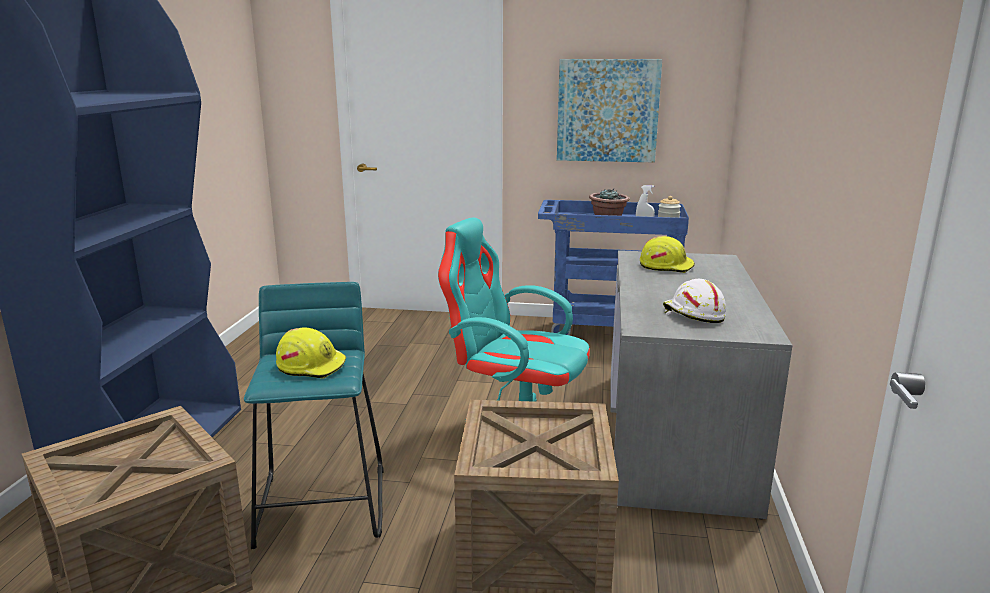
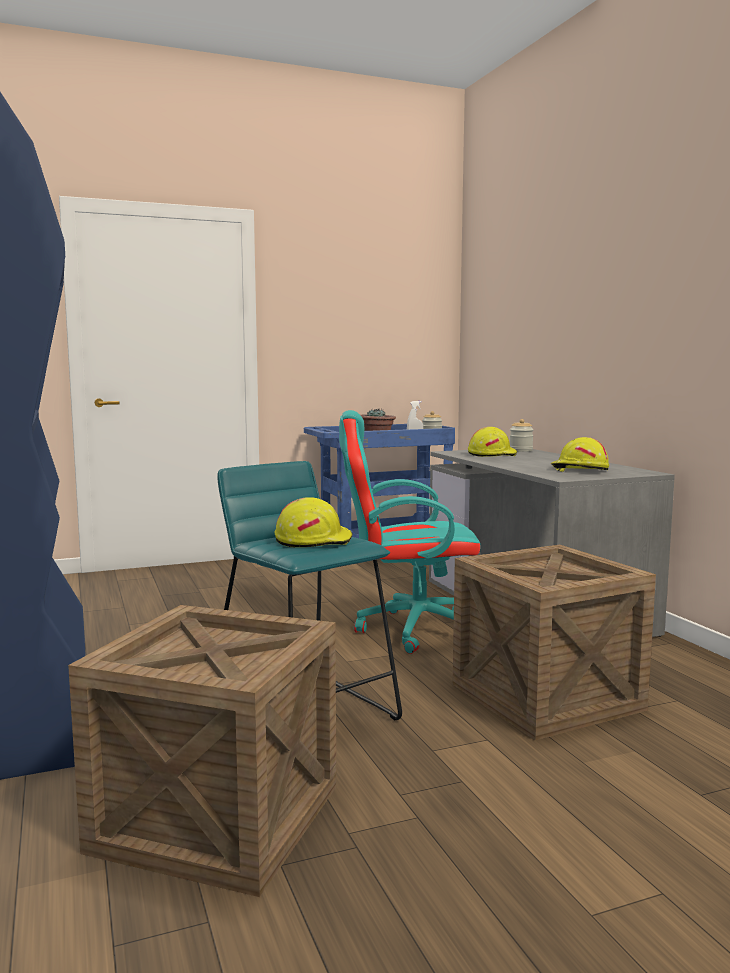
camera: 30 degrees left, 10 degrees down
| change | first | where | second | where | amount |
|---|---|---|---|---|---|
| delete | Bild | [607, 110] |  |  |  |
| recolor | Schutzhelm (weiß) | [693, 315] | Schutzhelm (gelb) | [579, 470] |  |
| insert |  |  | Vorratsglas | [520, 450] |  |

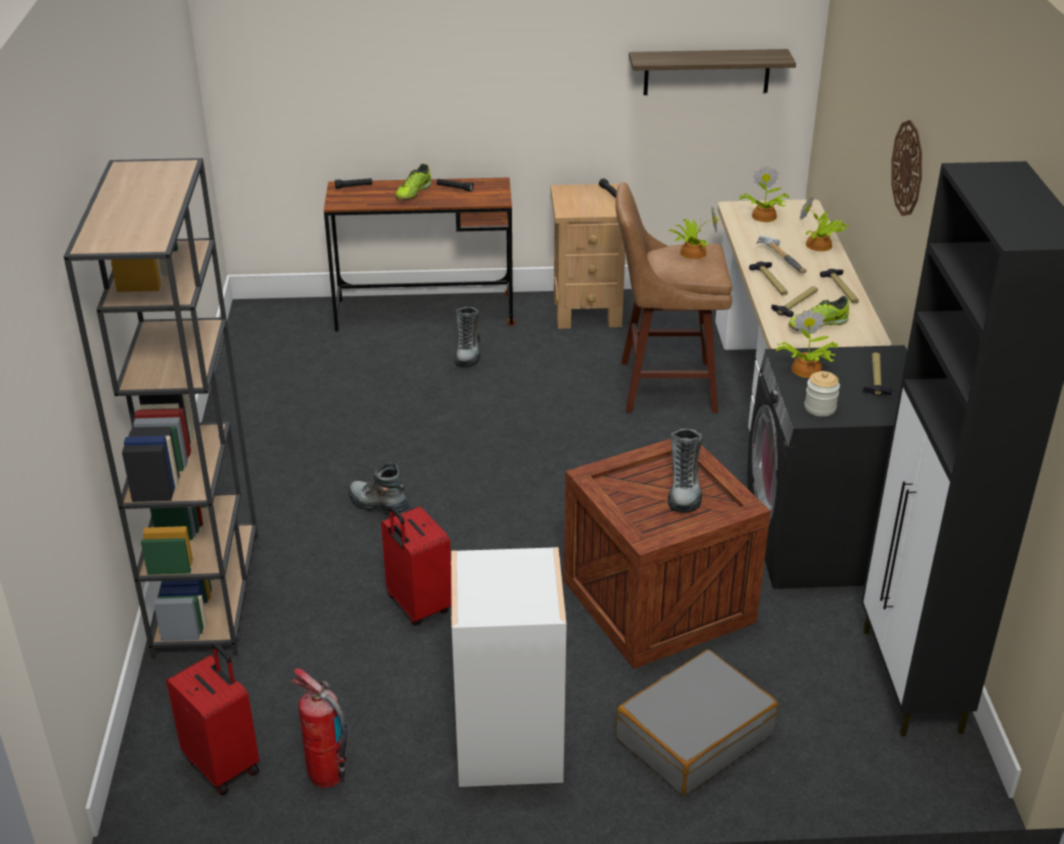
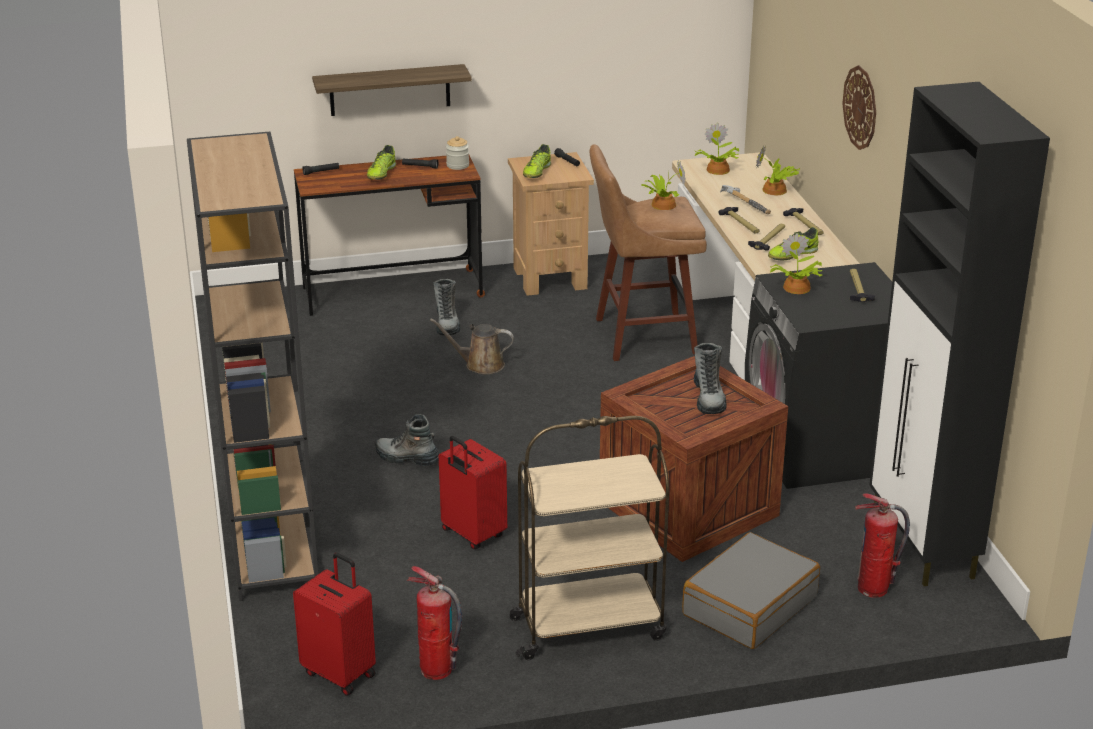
camera: 10 degrees left, 5 degrees down
| change | first | where | second | where | amount |
|---|---|---|---|---|---|
| replace | Bücherregal | [507, 743] | Rollwagen (beige) | [589, 629] |  |
| move | Wandregal | [707, 72] |  | [390, 90] |  |
| move | Vorratsglas | [820, 408] |  | [457, 165] |  |
| insert |  |  | Gießkanne (braun) | [480, 365] |  |
| insert |  |  | Schuh | [536, 172] |  |
| insert |  |  | Feuerlöscher | [873, 589] |  |

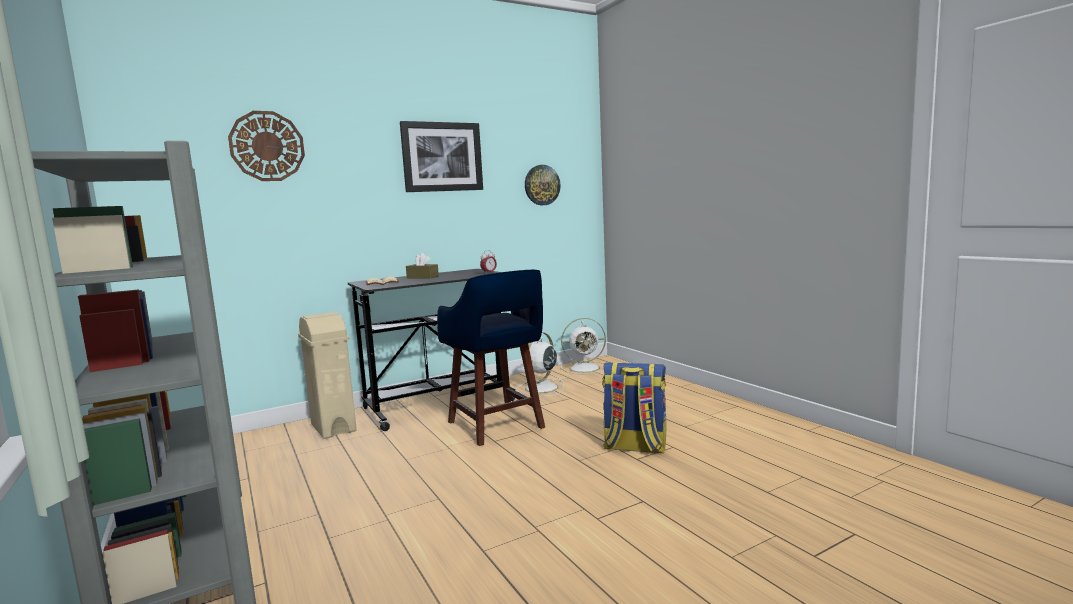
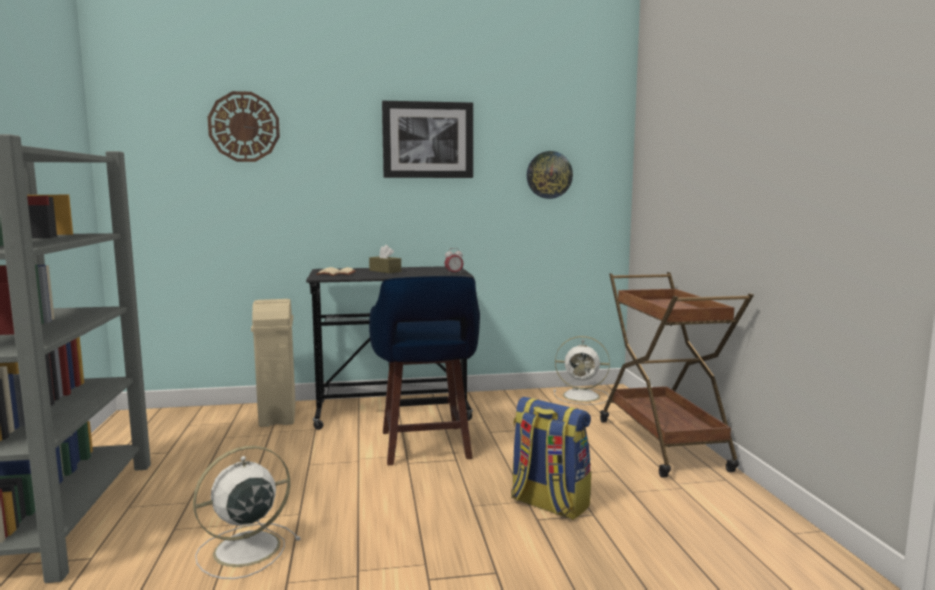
camera: 20 degrees right, 0 degrees up
| change | first | where | second | where | amount |
|---|---|---|---|---|---|
| move | Ventilator (weiß) | [540, 388] |  | [244, 550] |  |
| insert |  |  | Rollwagen (braun) | [662, 445] |  |

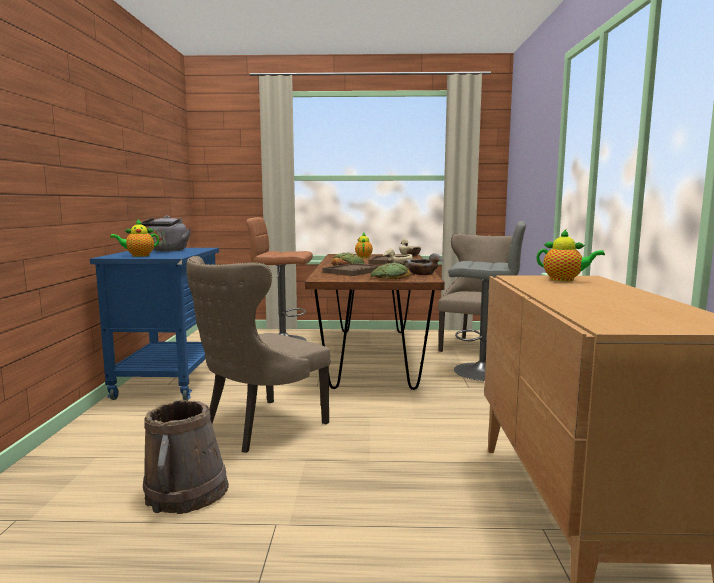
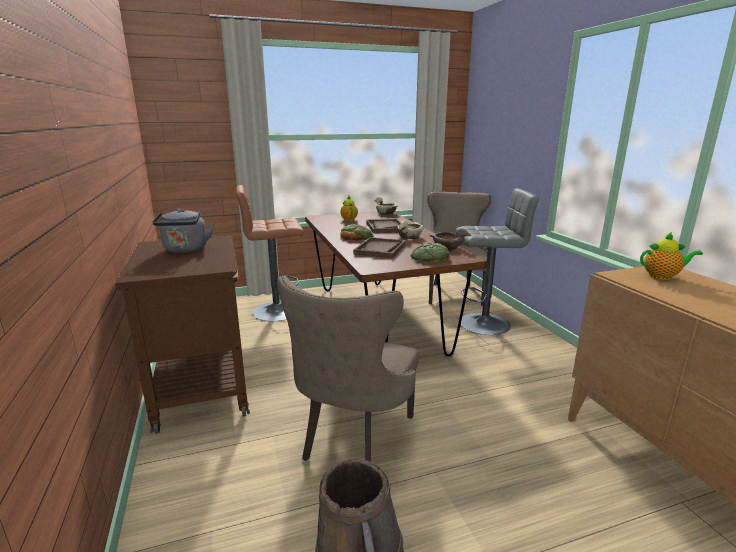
camera: 20 degrees left, 10 degrees up
| change | first | where | second | where | amount |
|---|---|---|---|---|---|
| recolor | Rollwagen (blau) | [169, 382] | Rollwagen (braun) | [203, 392] |  |
| delete | Teekanne | [138, 256] |  |  |  |

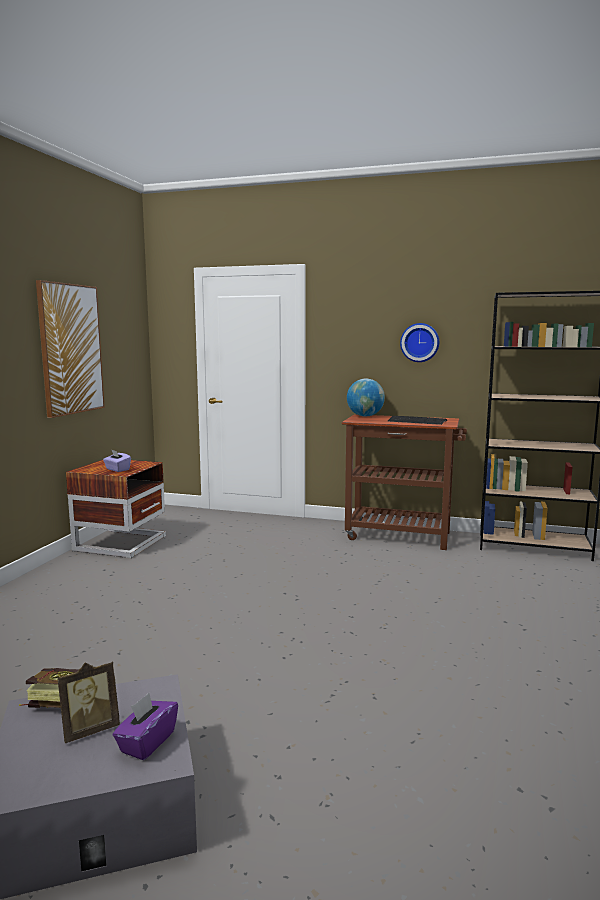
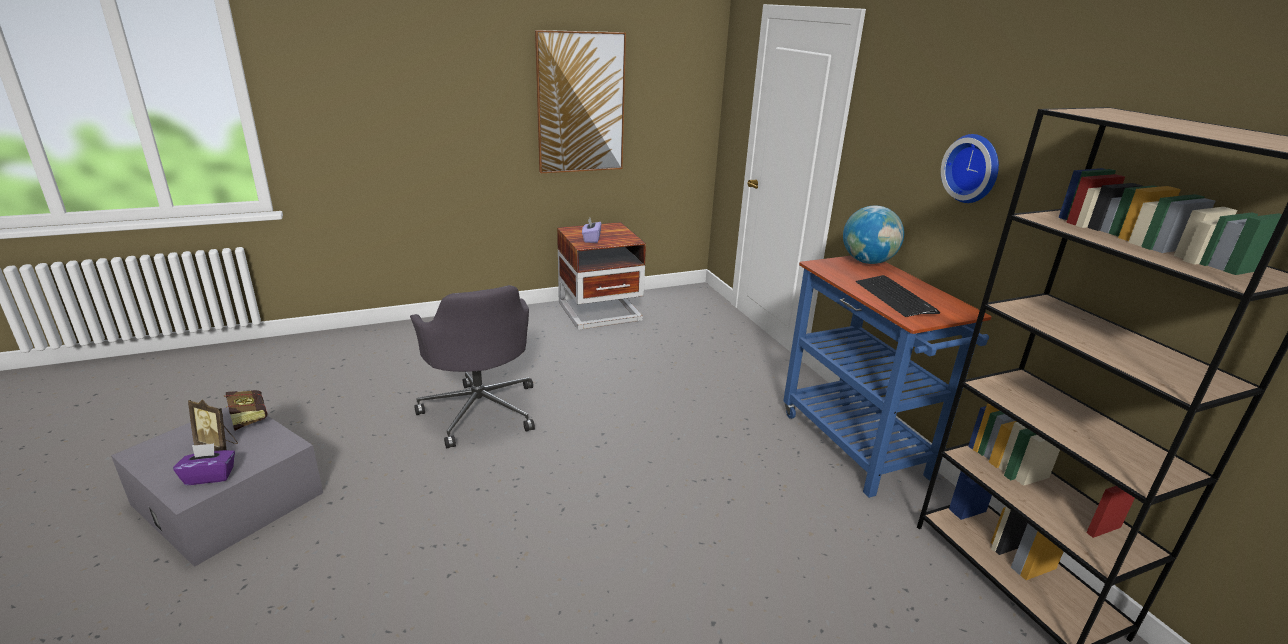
camera: 50 degrees right, 15 degrees up
| change | first | where | second | where | amount |
|---|---|---|---|---|---|
| recolor | Rollwagen (braun) | [400, 536] | Rollwagen (blau) | [856, 445] |  |
| insert |  |  | Bürostuhl (grau) | [480, 410] |  |

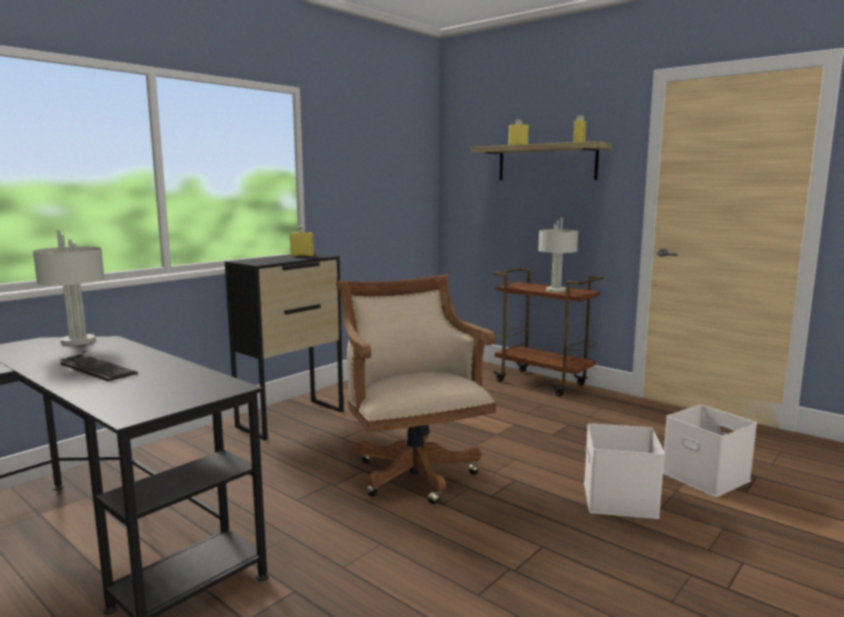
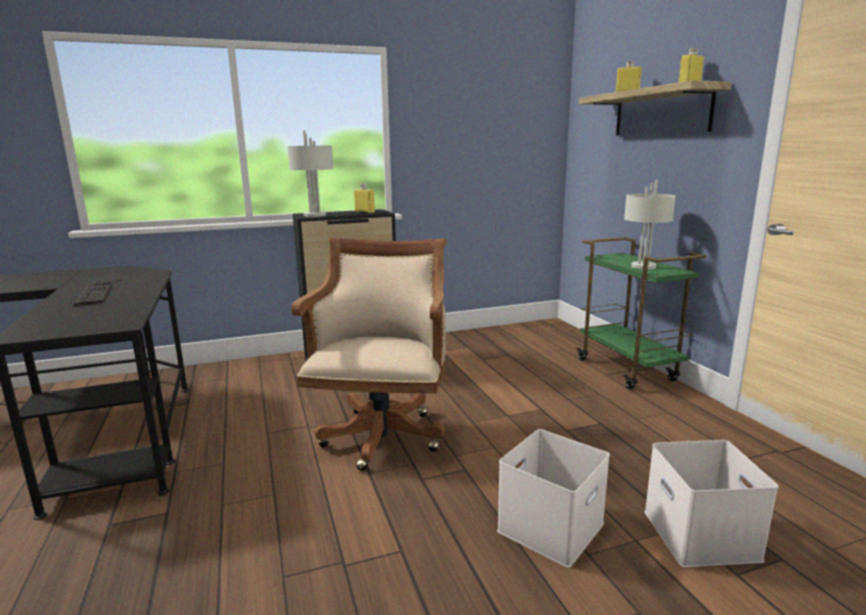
camera: 30 degrees right, 5 degrees up
| change | first | where | second | where | amount |
|---|---|---|---|---|---|
| move | Tischlampe (grau) | [79, 341] |  | [315, 215] |  |
| recolor | Rollwagen (braun) | [543, 384] | Rollwagen (grün) | [627, 371] |  |

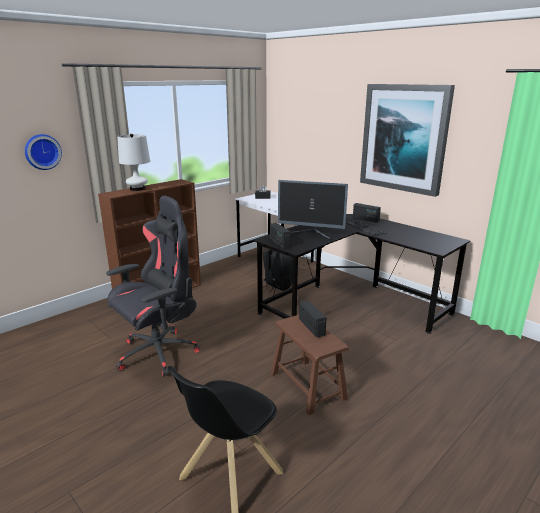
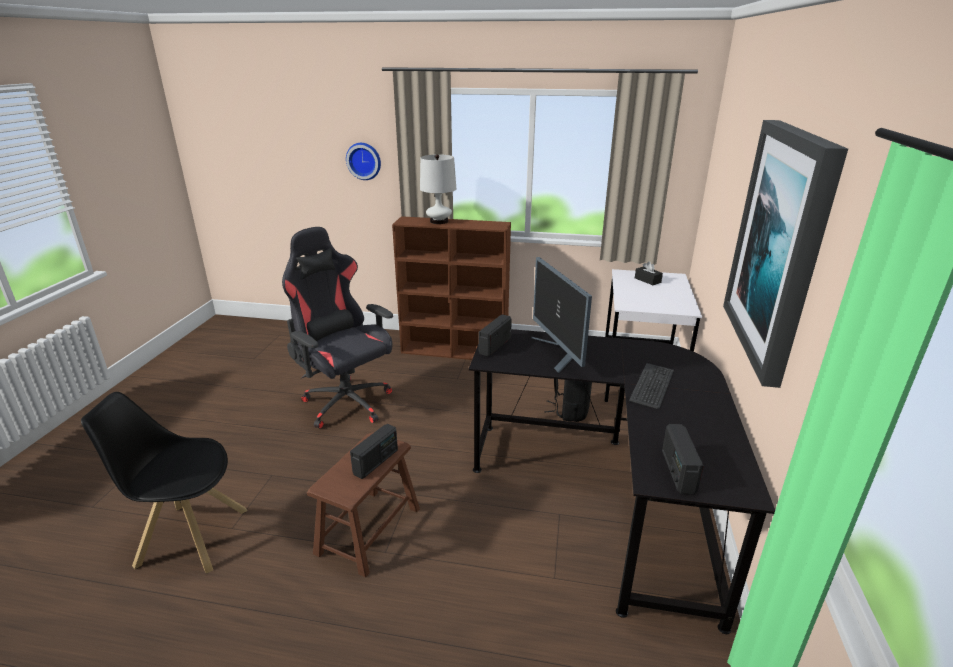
camera: 55 degrees right, 5 degrees up
| change | first | where | second | where | amount |
|---|---|---|---|---|---|
| rotate | Bürostuhl (schwarz) | [157, 353] |  | [348, 404] | 150 degrees counterclockwise |
| move | Radio | [365, 219] |  | [677, 471] |  |

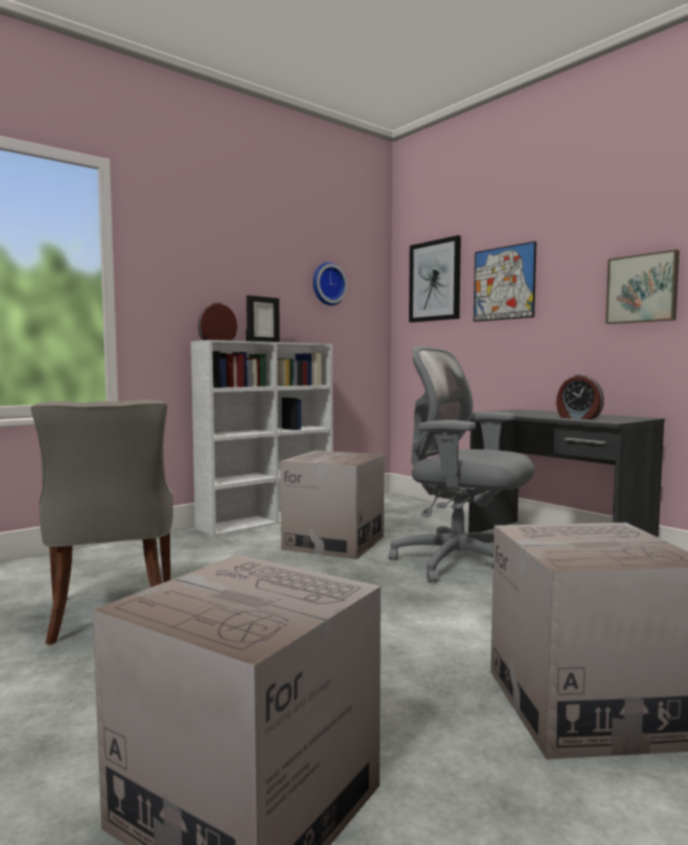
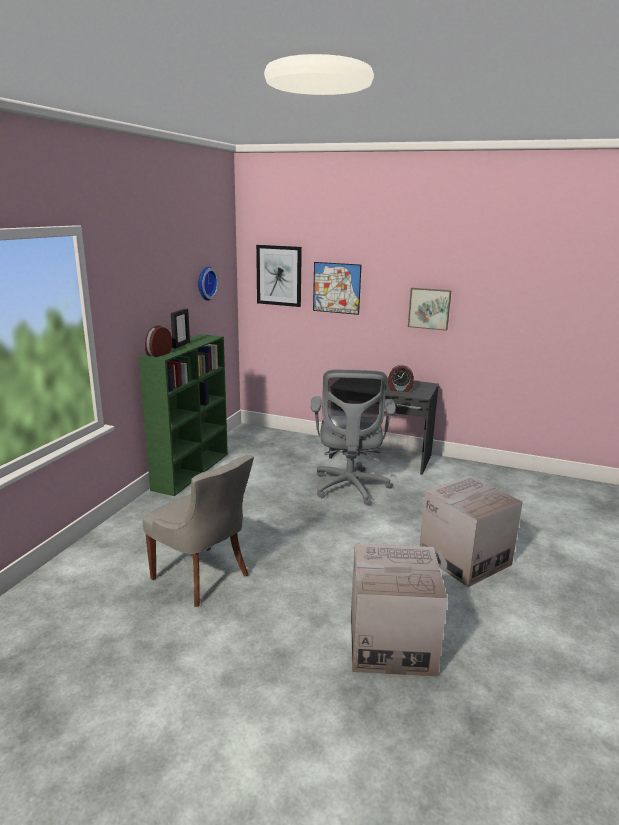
camera: 30 degrees left, 15 degrees up
| change | first | where | second | where | amount |
|---|---|---|---|---|---|
| recolor | Bücherregal (weiß) | [268, 519] | Bücherregal (grün) | [192, 470] |  |
| delete | Karton | [334, 543] |  |  |  |
| rotate | Bürostuhl (grau) | [466, 563] |  | [349, 484] | 90 degrees counterclockwise |

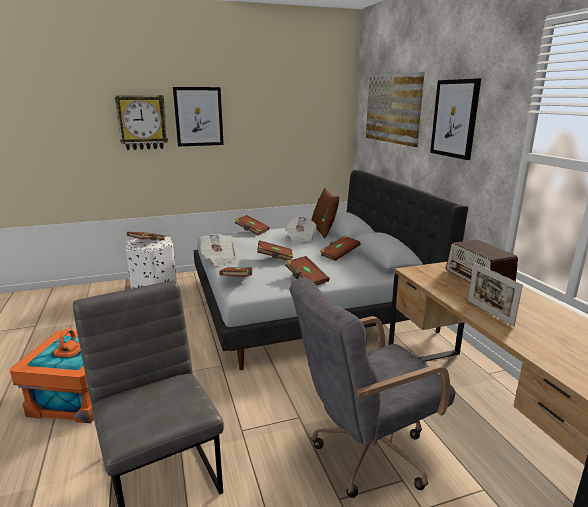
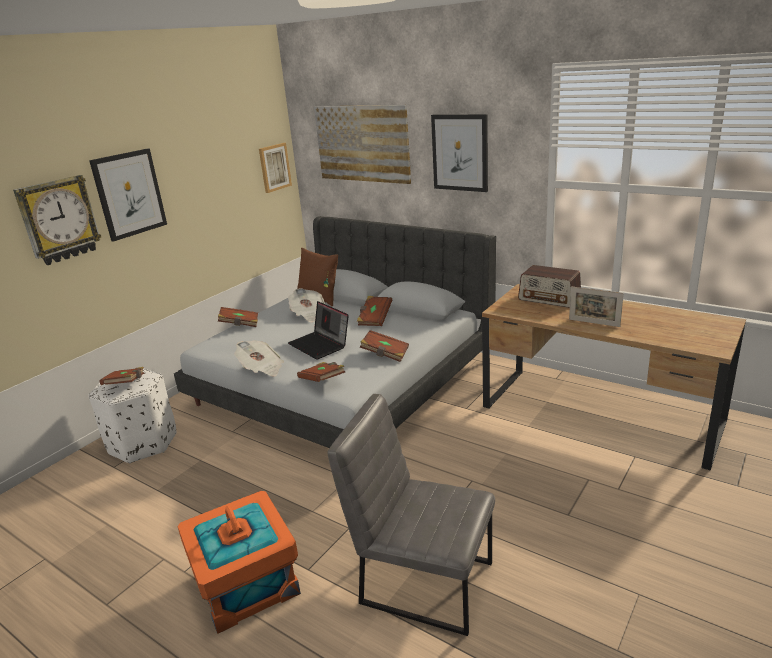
camera: 35 degrees left, 5 degrees up
| change | first | where | second | where | amount |
|---|---|---|---|---|---|
| replace | Buch (braun) | [275, 258] | Laptop | [320, 345] |  |
| delete | Bürostuhl (grau) | [365, 457] |  |  |  |
| insert |  |  | Bild | [274, 167] |  |

